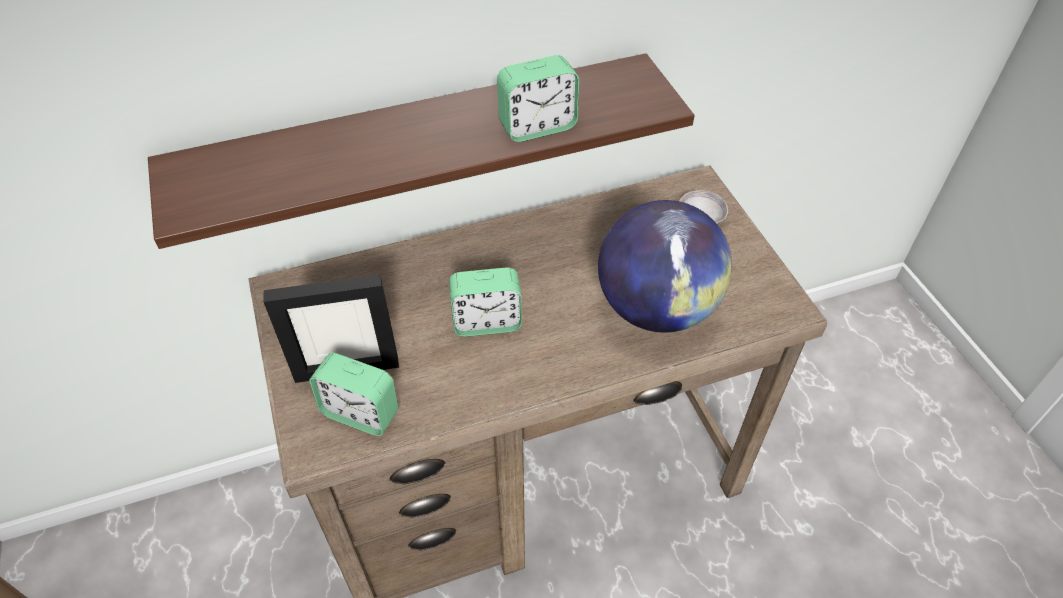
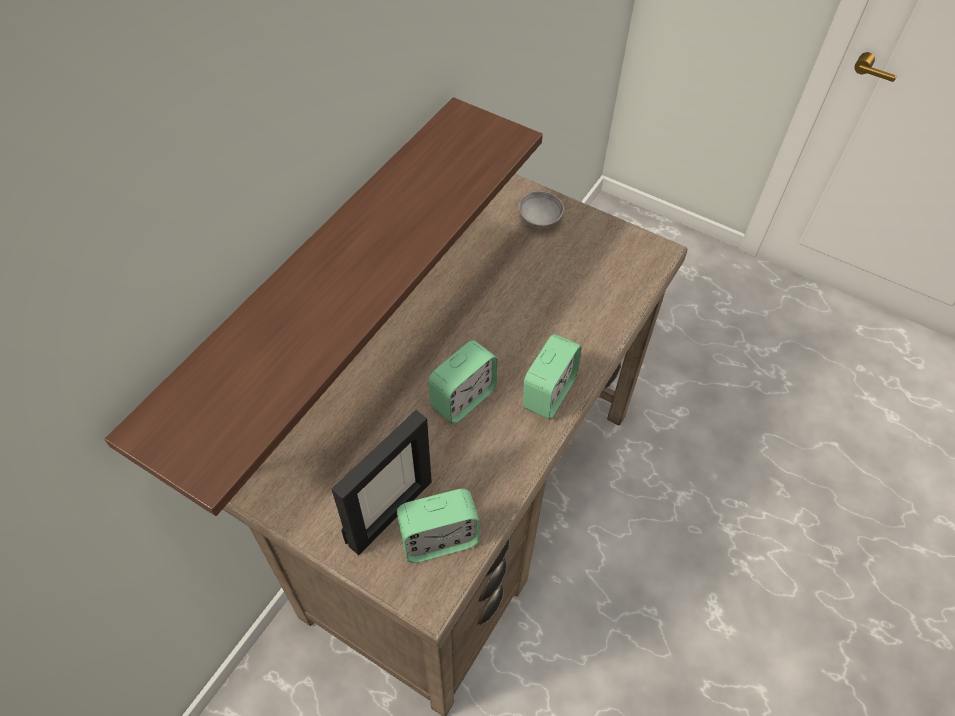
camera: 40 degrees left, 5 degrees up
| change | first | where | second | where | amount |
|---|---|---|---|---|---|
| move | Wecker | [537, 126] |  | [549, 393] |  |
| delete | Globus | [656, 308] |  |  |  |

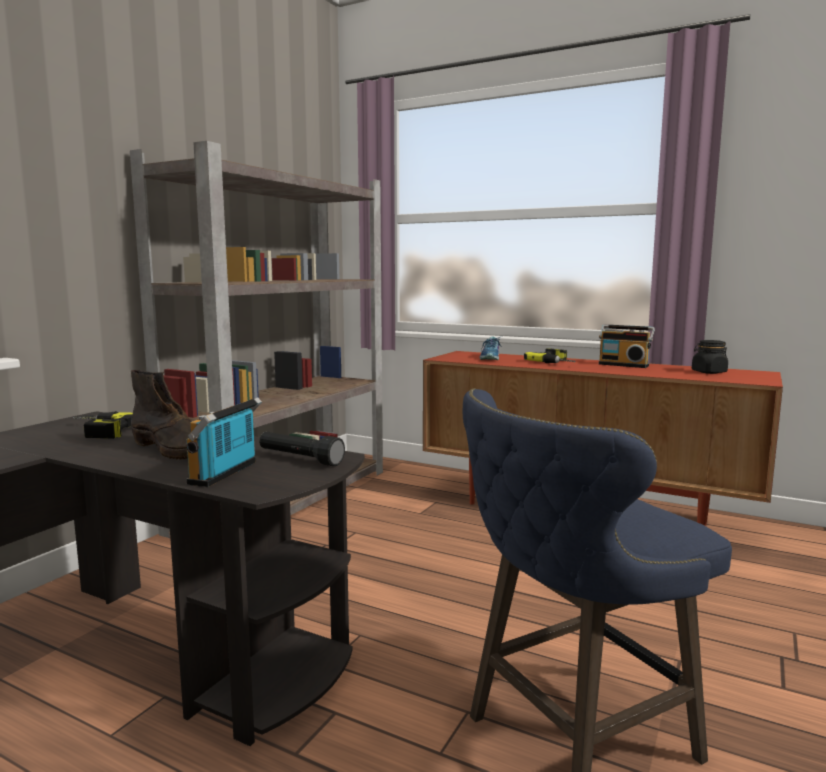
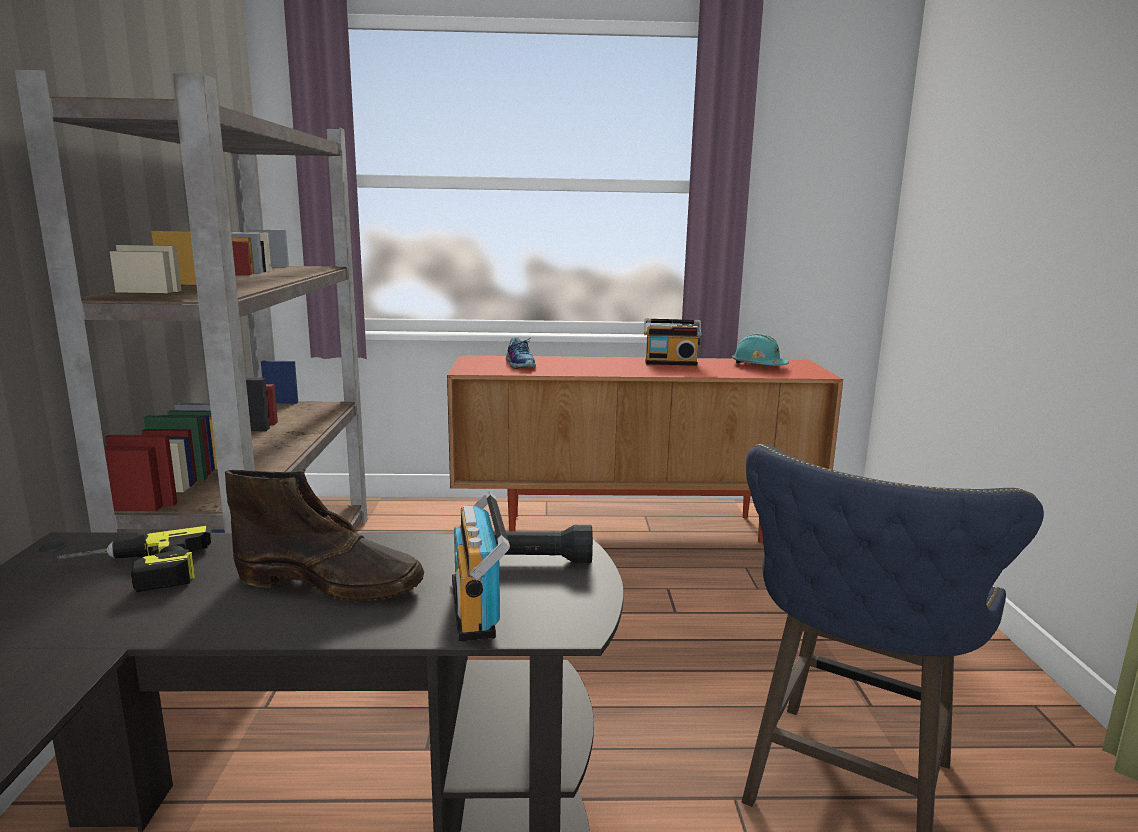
camera: 30 degrees left, 5 degrees up
| change | first | where | second | where | amount |
|---|---|---|---|---|---|
| delete | Bohrmaschine | [557, 362] |  |  |  |
| replace | Vorratsglas (schwarz) | [708, 372] | Schutzhelm (türkis) | [758, 366] |  |

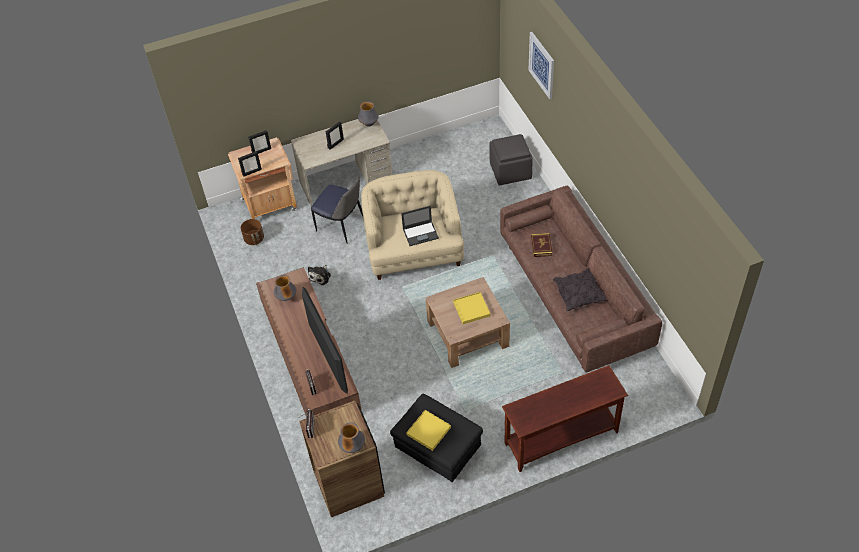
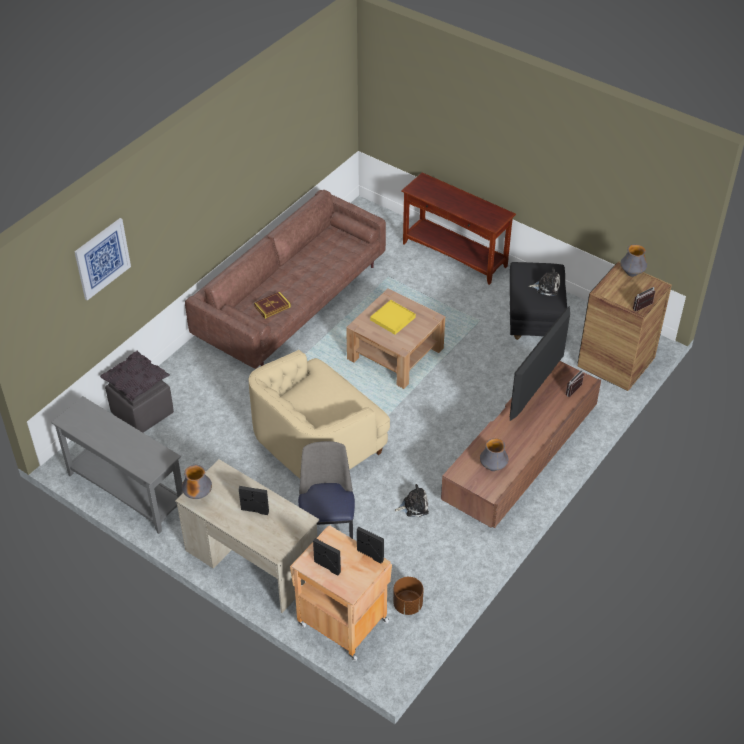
camera: 125 degrees left, 5 degrees down
| change | first | where | second | where | amount |
|---|---|---|---|---|---|
| delete | Laptop | [421, 233] |  |  |  |
| replace | Tablett (gelb) | [429, 431] | Plüschtier | [546, 287] |  |
| move | Kissen (schwarz) | [579, 293] |  | [135, 381] |  |
| insert |  |  | Konsolentisch (grau) | [126, 491] |  |

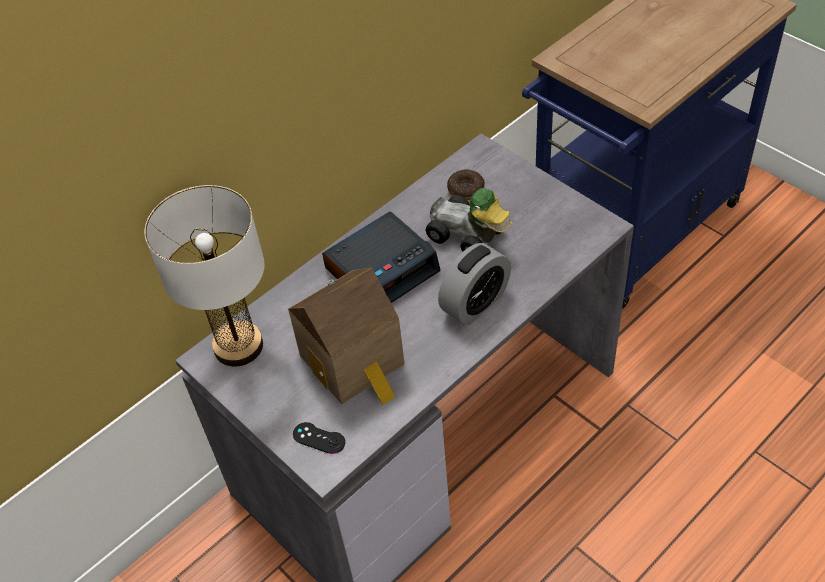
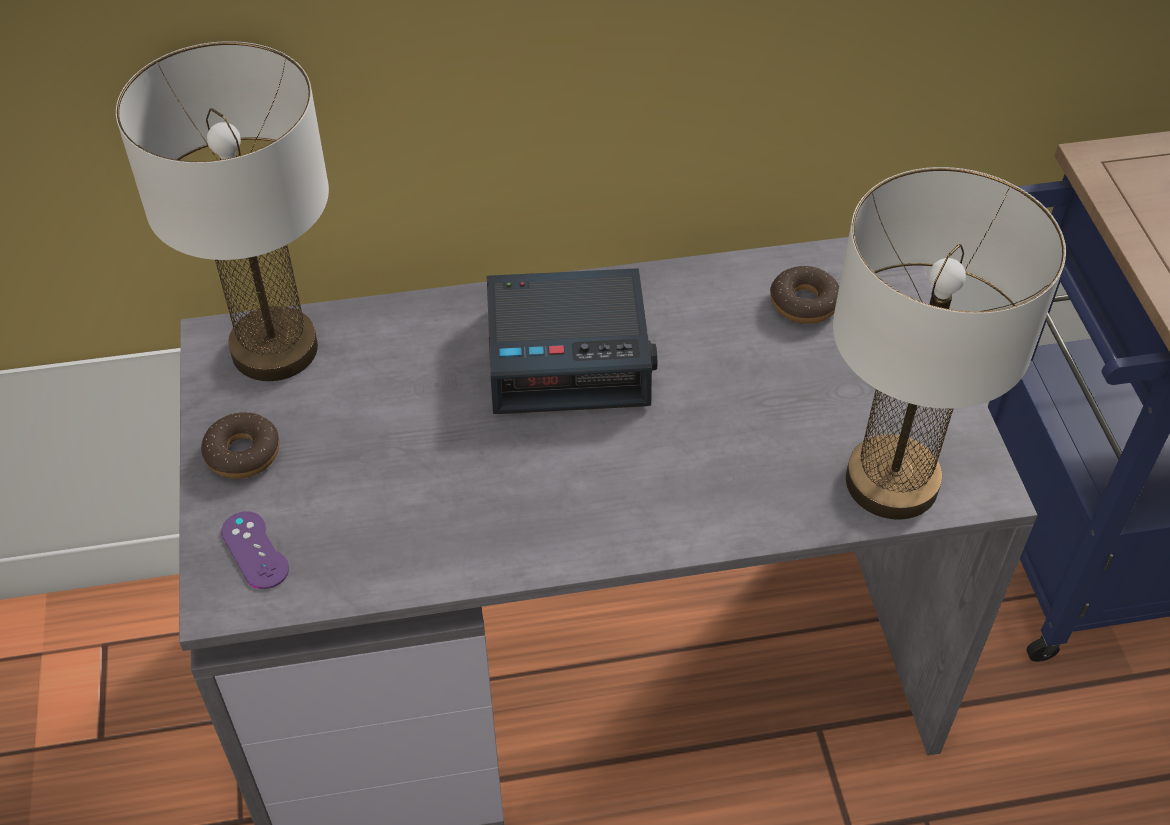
camera: 30 degrees right, 0 degrees up
| change | first | where | second | where | amount |
|---|---|---|---|---|---|
| delete | Spielzeughaus | [355, 362] |  |  |  |
| recolor | Gamepad (schwarz) | [319, 438] | Gamepad (lila) | [255, 550] |  |
| delete | Spielzeugauto | [469, 238] |  |  |  |
| delete | Wecker | [475, 303] |  |  |  |
| insert |  |  | Donut | [243, 453] |  |
| insert |  |  | Tischlampe | [891, 481] |  |

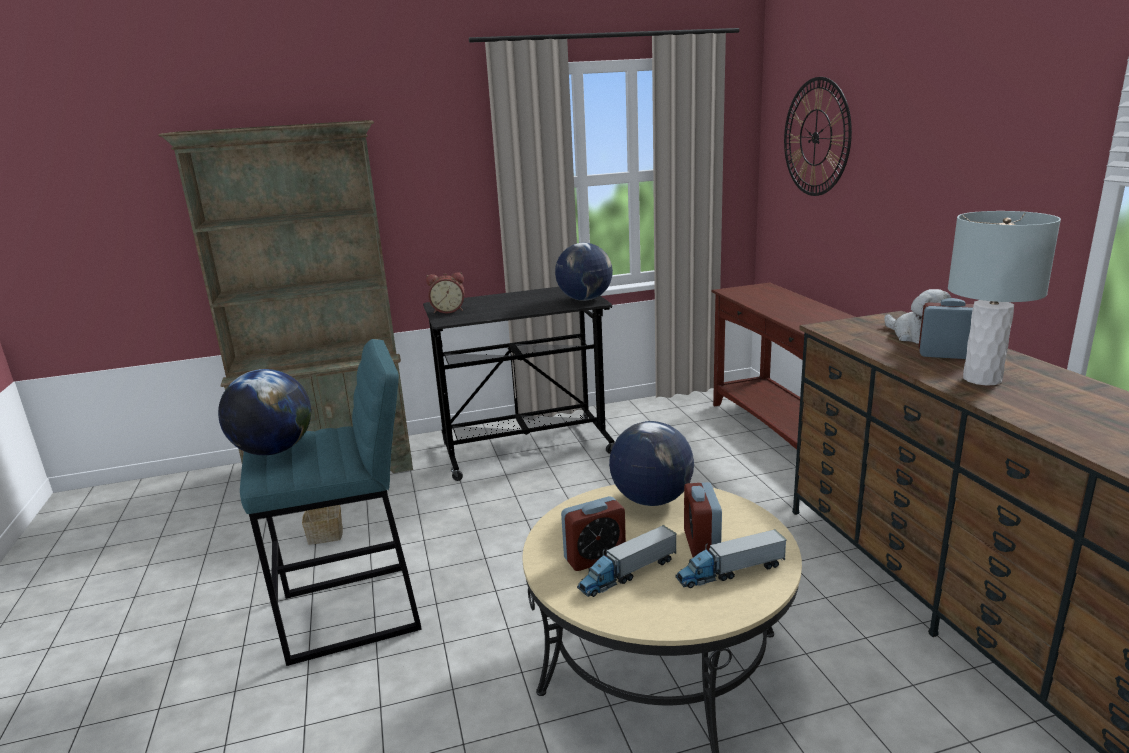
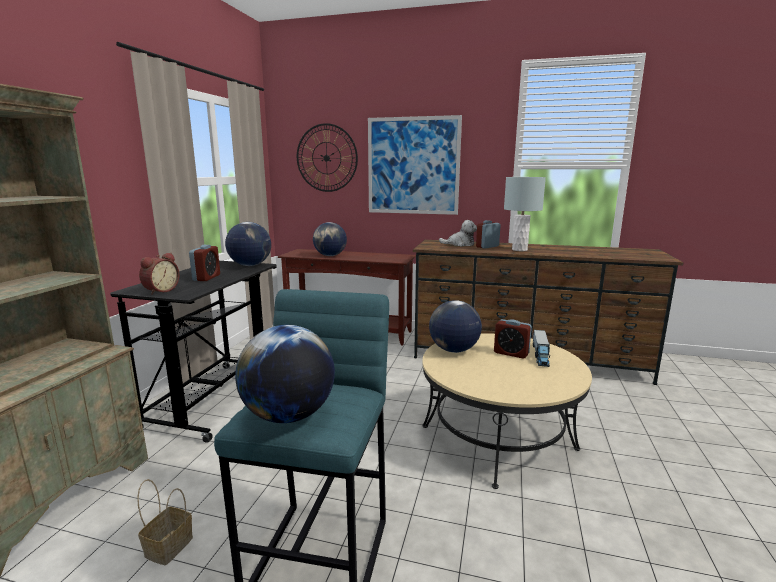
camera: 60 degrees left, 5 degrees down
| change | first | where | second | where | amount |
|---|---|---|---|---|---|
| move | Wecker | [595, 558] |  | [206, 278] |  |
| delete | Spielzeuglaster | [628, 573] |  |  |  |
| insert |  |  | Globus | [330, 256] |  |
| insert |  |  | Bild | [413, 166] |  |

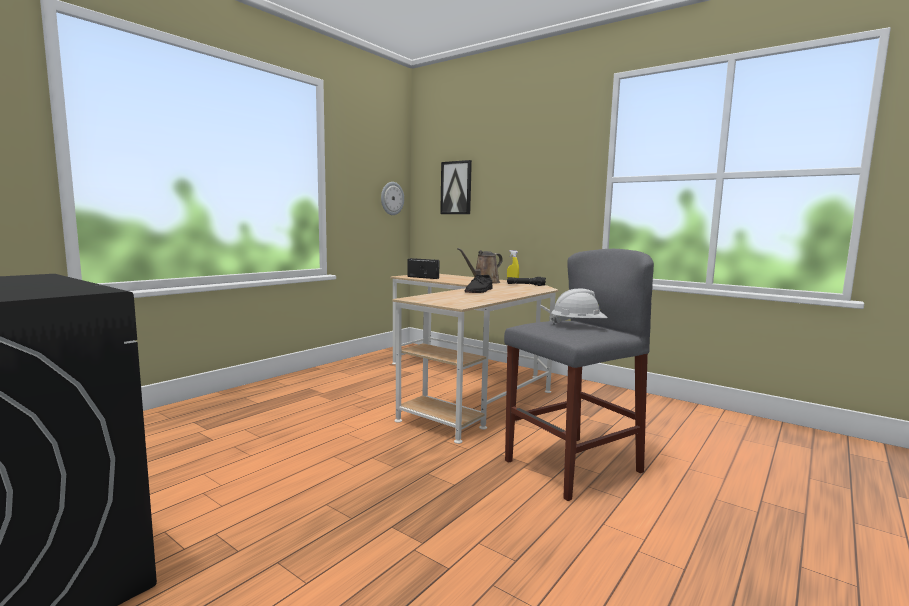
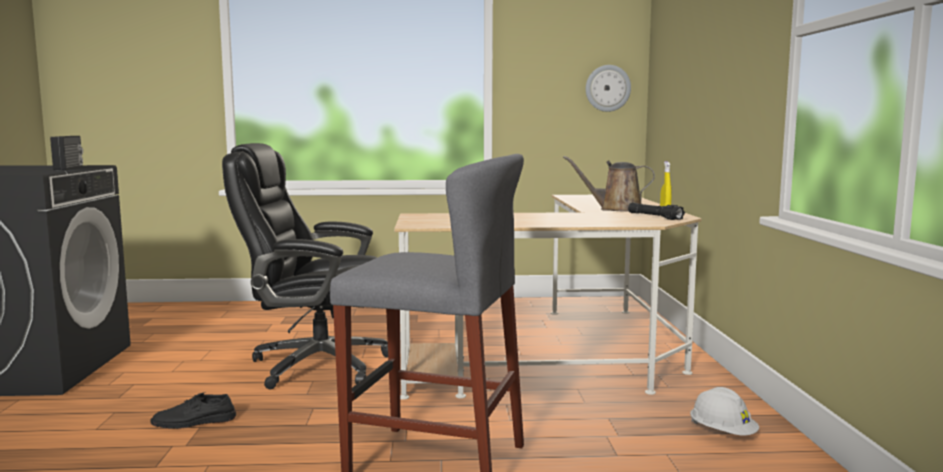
camera: 50 degrees right, 0 degrees up
| change | first | where | second | where | amount |
|---|---|---|---|---|---|
| move | Radio | [423, 277] |  | [70, 168] |  |
| delete | Bild | [456, 188] |  |  |  |
| move | Schuh (schwarz) | [479, 291] |  | [194, 421] |  |
| move | Schutzhelm (weiß) | [578, 325] |  | [722, 433] |  |
| insert |  |  | Bürostuhl (schwarz) | [316, 365] |  |

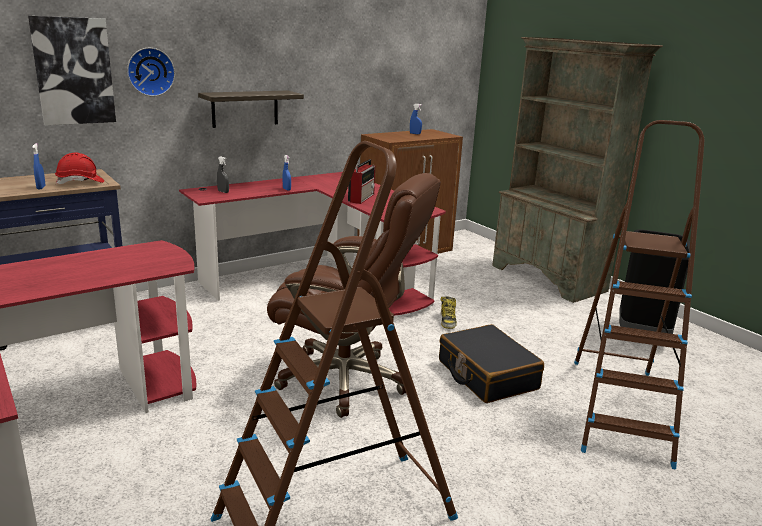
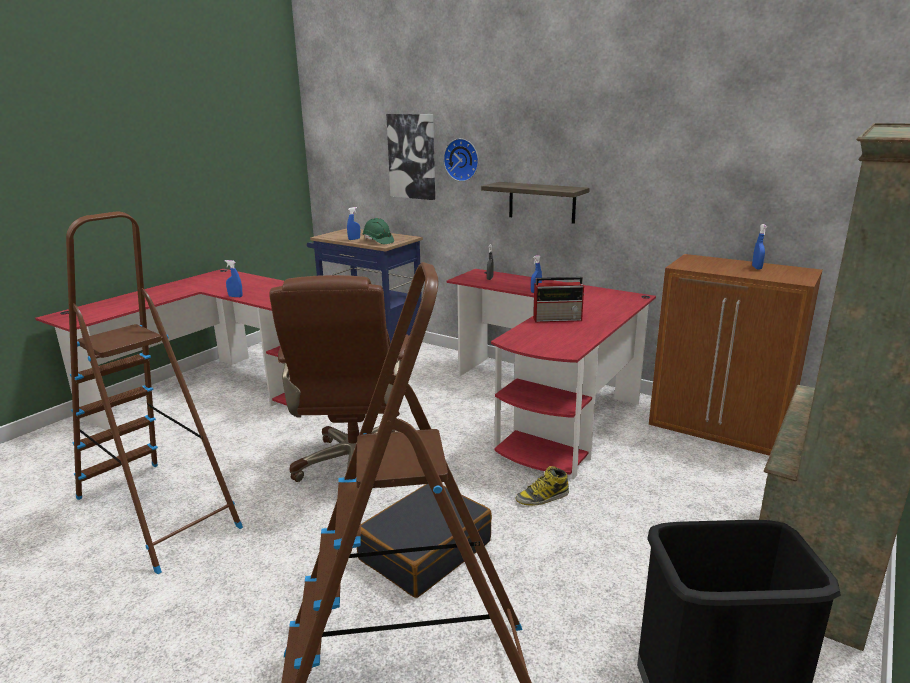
camera: 70 degrees right, 0 degrees up
| change | first | where | second | where | amount |
|---|---|---|---|---|---|
| recolor | Schutzhelm (rot) | [80, 182] | Schutzhelm (grün) | [378, 241] |  |
| insert |  |  | Sprühflasche (blau) | [235, 296] |  |

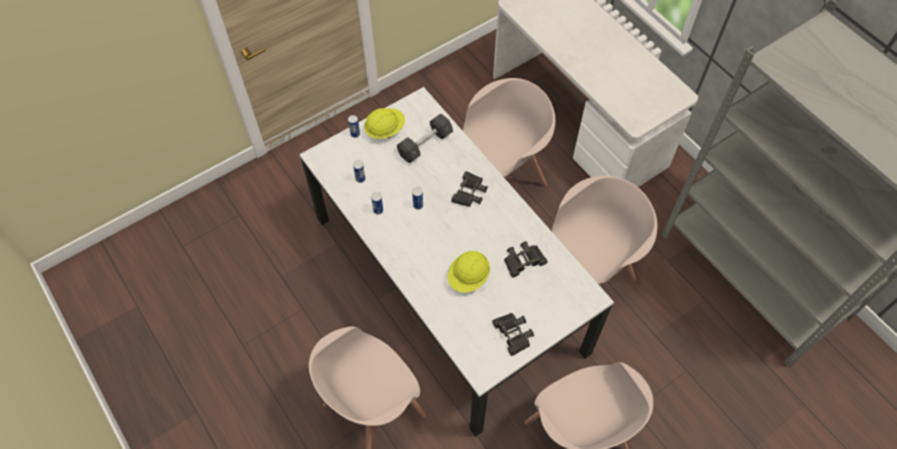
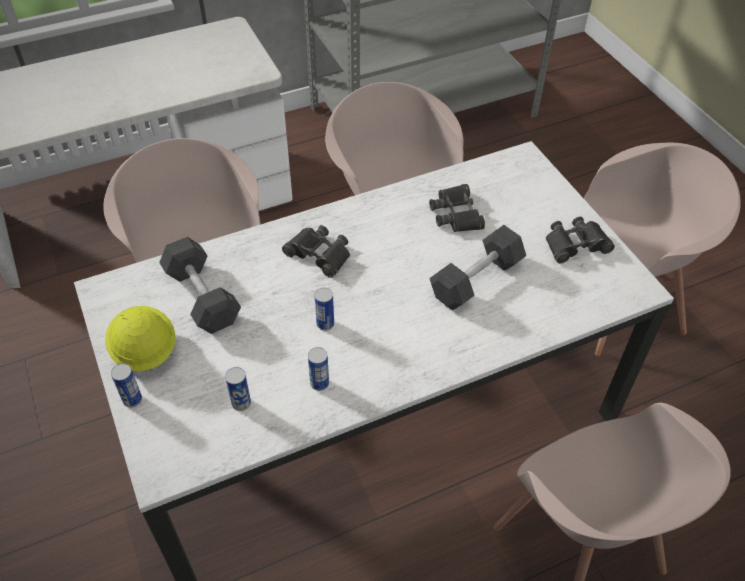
camera: 80 degrees left, 10 degrees down
| change | first | where | second | where | amount |
|---|---|---|---|---|---|
| replace | Schutzhelm (gelb) | [468, 278] | Hantel (grau) | [476, 279] |  |

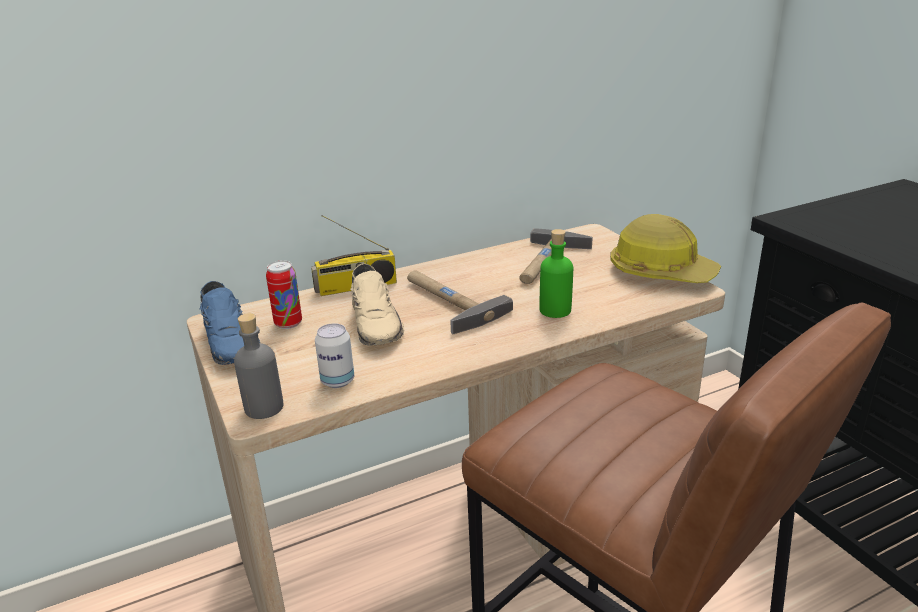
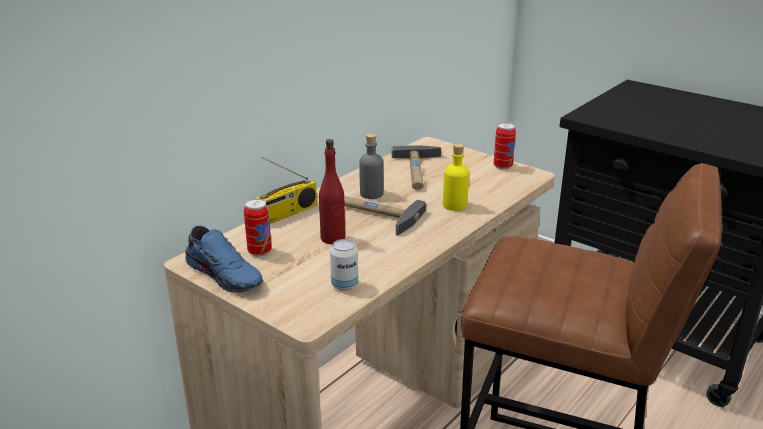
camera: 25 degrees left, 0 degrees up
| change | first | where | second | where | amount |
|---|---|---|---|---|---|
| move | Flasche (grau) | [264, 407] |  | [371, 194] |  |
| replace | Schuh (beige) | [377, 324] | Flasche (rot) | [333, 238] |  |
| recolor | Flasche (grün) | [555, 310] | Flasche (gelb) | [454, 205] |  |
| replace | Schutzhelm | [661, 272] | Dose | [502, 166] |  |

